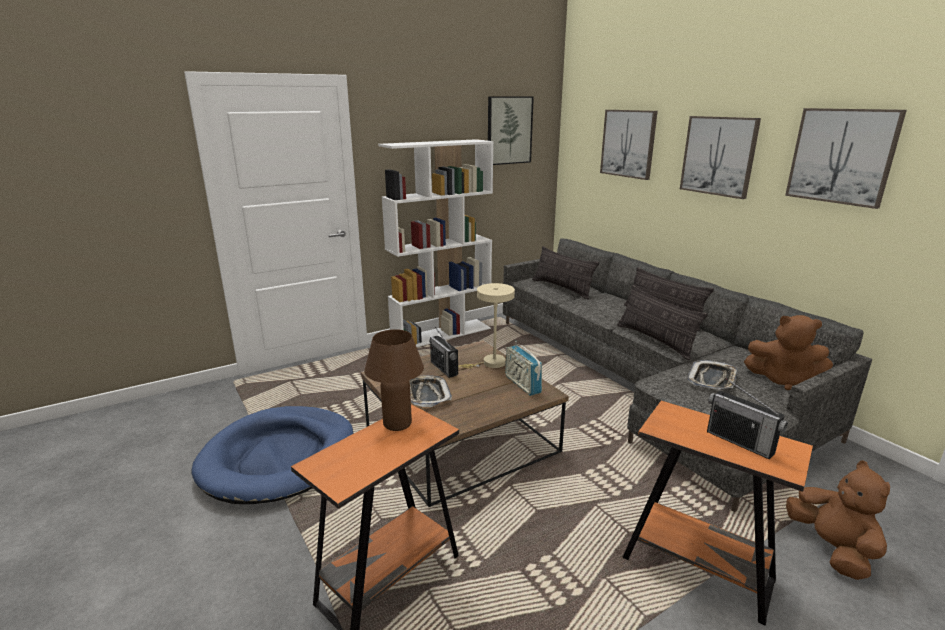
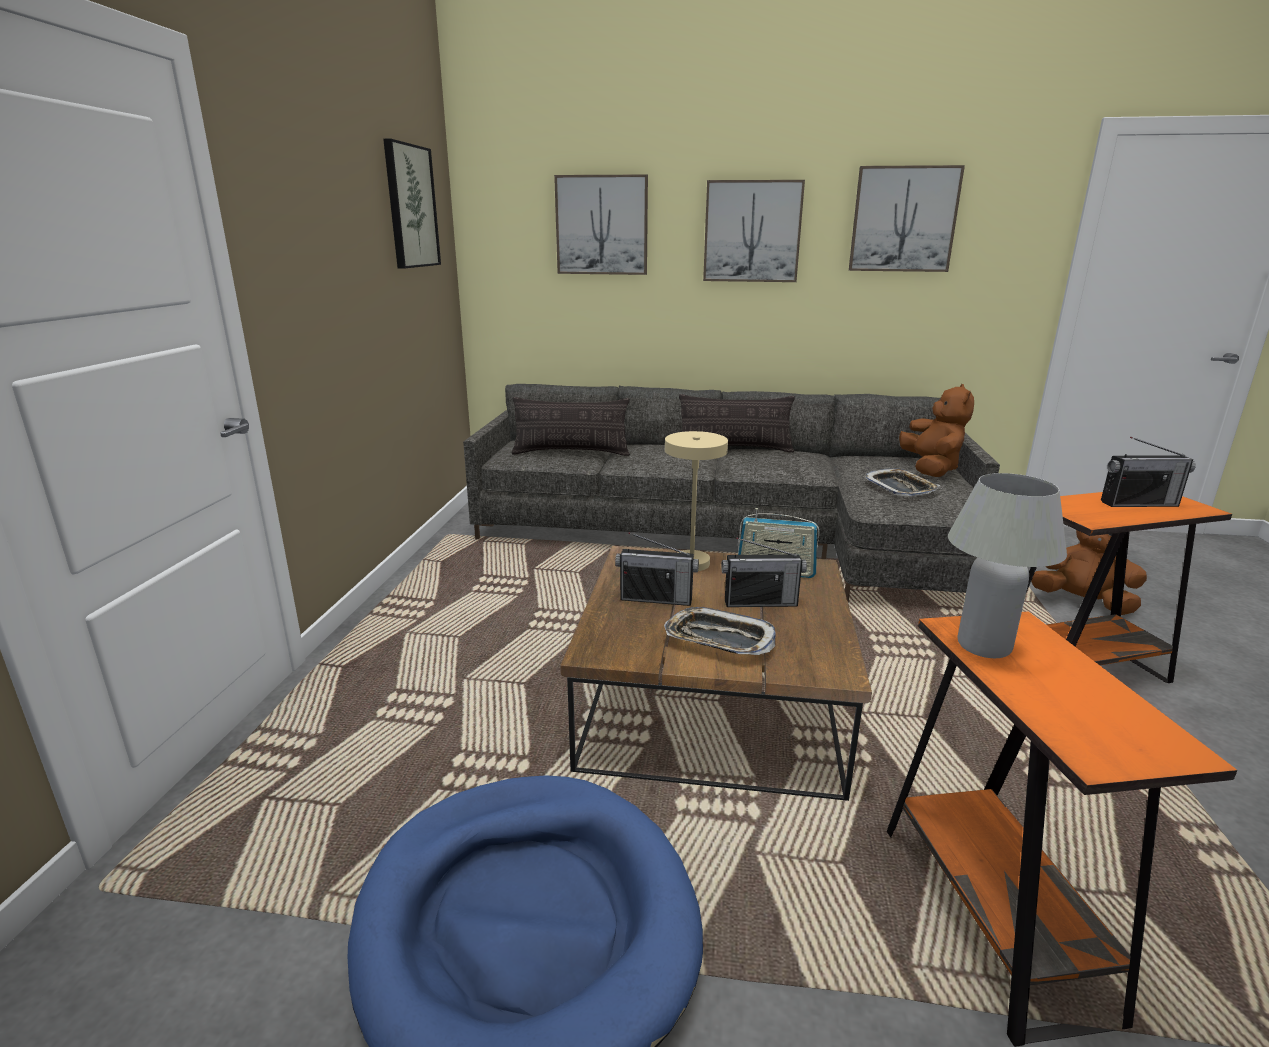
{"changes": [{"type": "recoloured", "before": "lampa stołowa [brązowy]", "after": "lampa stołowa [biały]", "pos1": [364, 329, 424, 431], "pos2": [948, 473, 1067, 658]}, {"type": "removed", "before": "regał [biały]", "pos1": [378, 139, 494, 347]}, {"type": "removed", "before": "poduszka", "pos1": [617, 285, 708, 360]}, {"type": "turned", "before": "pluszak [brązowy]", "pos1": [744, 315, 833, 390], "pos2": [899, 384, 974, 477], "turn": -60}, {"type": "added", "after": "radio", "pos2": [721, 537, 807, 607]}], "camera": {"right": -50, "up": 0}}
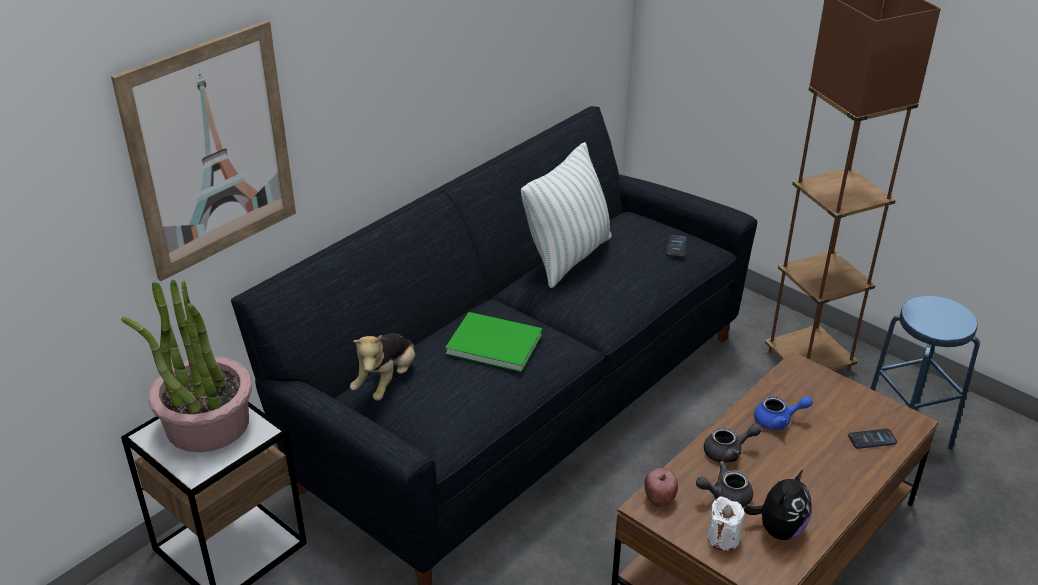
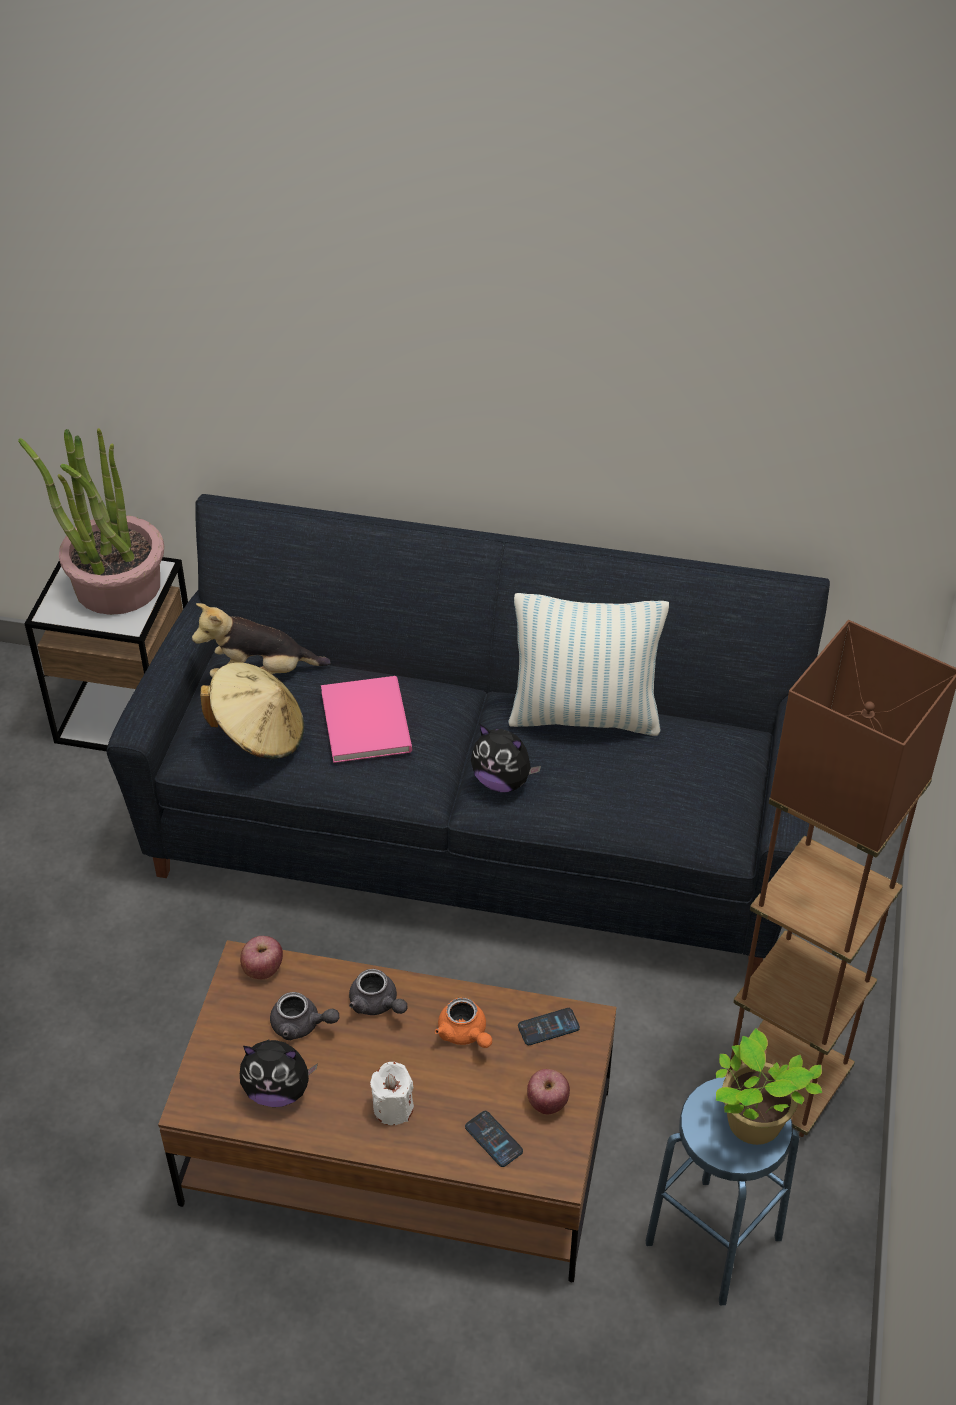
{"changes": [{"type": "removed", "before": "obraz", "pos1": [111, 20, 296, 281]}, {"type": "recoloured", "before": "książka [zielony]", "after": "książka [różowy]", "pos1": [445, 312, 543, 372], "pos2": [321, 676, 412, 763]}, {"type": "moved", "before": "telefon", "pos1": [666, 234, 687, 257], "pos2": [518, 1008, 580, 1045]}, {"type": "turned", "before": "imbryk [szary]", "pos1": [696, 461, 753, 507], "pos2": [270, 992, 339, 1040], "turn": 150}, {"type": "moved", "before": "świeca [biały]", "pos1": [707, 496, 745, 551], "pos2": [370, 1062, 414, 1125]}, {"type": "recoloured", "before": "imbryk [niebieski]", "after": "imbryk [pomarańczowy]", "pos1": [754, 396, 813, 430], "pos2": [435, 997, 492, 1048]}, {"type": "added", "after": "kapelusz [beżowy]", "pos2": [200, 662, 304, 759]}, {"type": "added", "after": "pluszak", "pos2": [471, 724, 541, 792]}, {"type": "added", "after": "jabłko", "pos2": [527, 1069, 570, 1114]}, {"type": "added", "after": "roślina doniczkowa", "pos2": [716, 1028, 822, 1145]}], "camera": {"right": 60, "up": 10}}
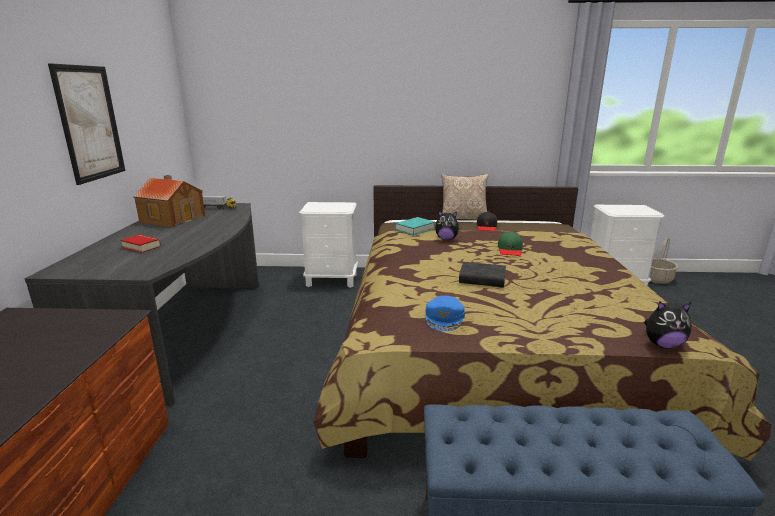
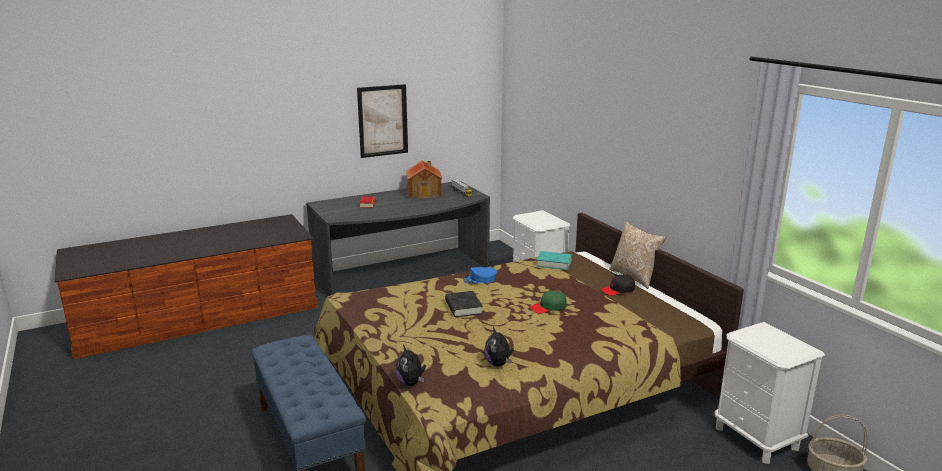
{"changes": [{"type": "moved", "before": "czapka z daszkiem [niebieski]", "pos1": [425, 296, 465, 331], "pos2": [463, 267, 497, 284]}, {"type": "moved", "before": "pluszak", "pos1": [435, 211, 461, 240], "pos2": [484, 327, 514, 366]}], "camera": {"right": 60, "up": 0}}
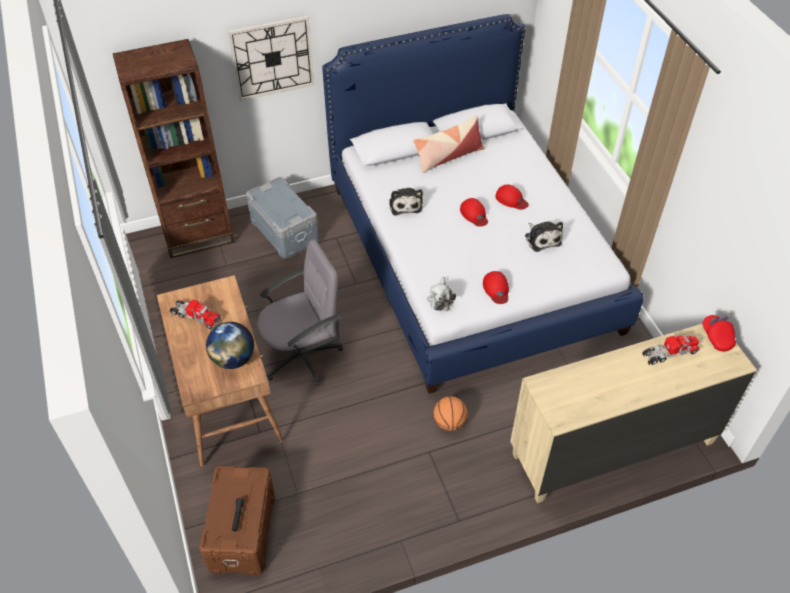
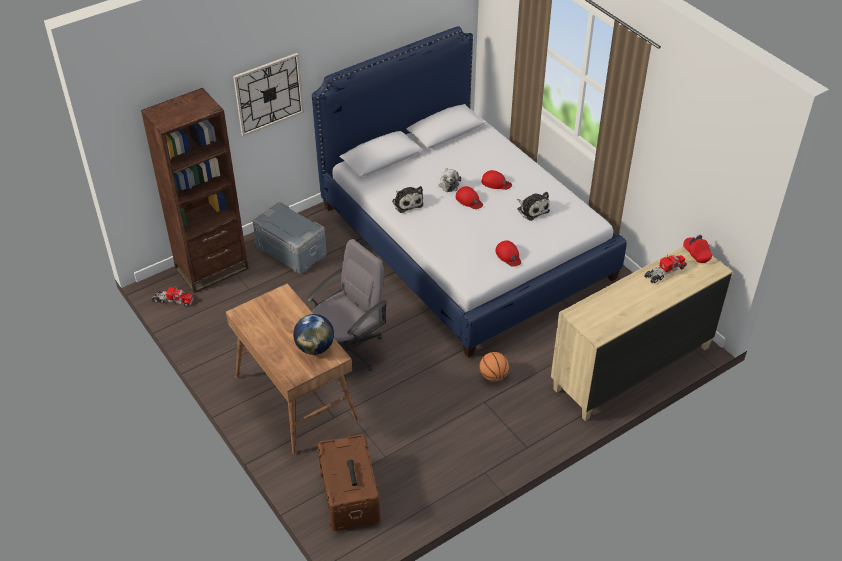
{"changes": [{"type": "moved", "before": "ciężarówka zabawkowa", "pos1": [170, 299, 221, 329], "pos2": [152, 287, 194, 307]}, {"type": "removed", "before": "poduszka", "pos1": [413, 115, 485, 173]}, {"type": "moved", "before": "pluszak", "pos1": [427, 277, 456, 311], "pos2": [438, 168, 461, 192]}], "camera": {"right": -15, "up": -5}}
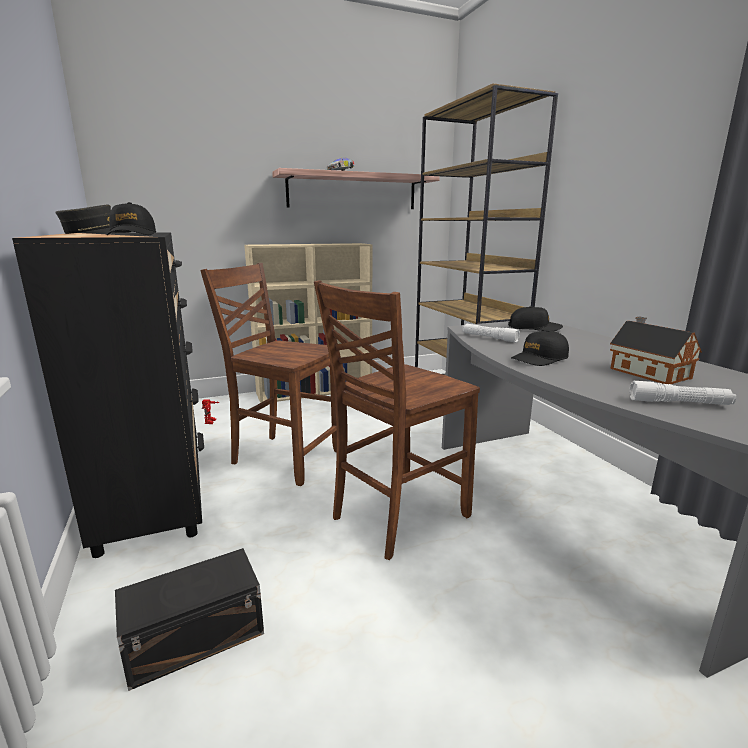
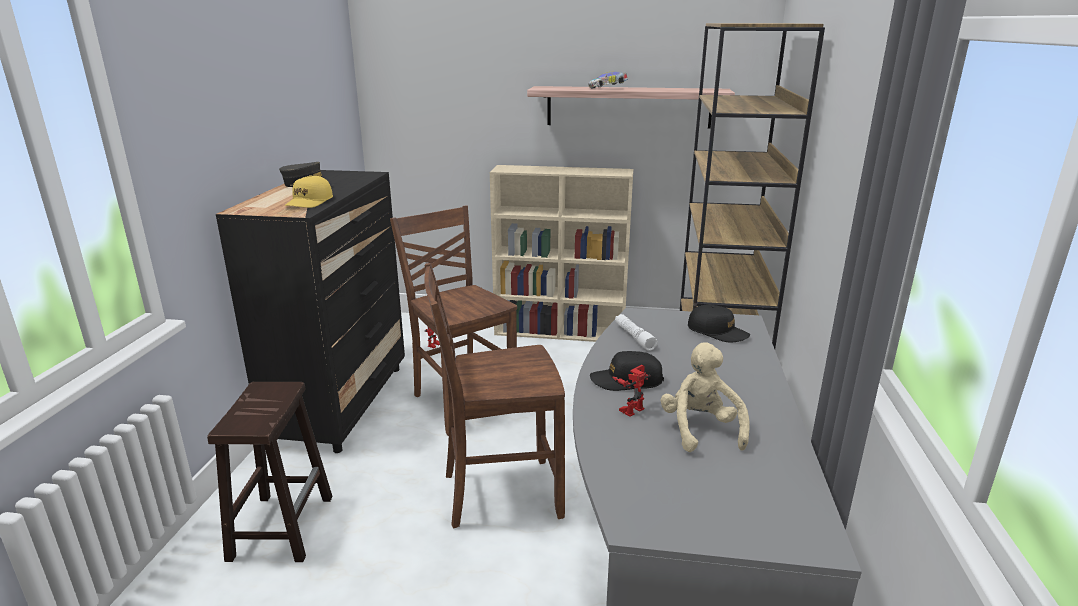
{"changes": [{"type": "recoloured", "before": "czapka z daszkiem [czarny]", "after": "czapka z daszkiem [żółty]", "pos1": [107, 202, 157, 236], "pos2": [285, 175, 333, 208]}, {"type": "replaced", "before": "pojemnik do przechowywania [czarny]", "after": "stołek [brązowy]", "pos1": [115, 548, 264, 691], "pos2": [207, 382, 332, 562]}, {"type": "replaced", "before": "domek", "after": "pluszak [beżowy]", "pos1": [610, 317, 702, 384], "pos2": [660, 342, 750, 452]}, {"type": "removed", "before": "latarka [biały]", "pos1": [629, 381, 736, 405]}, {"type": "added", "after": "robot zabawkowy", "pos2": [612, 365, 651, 417]}], "camera": {"right": 30, "up": 5}}
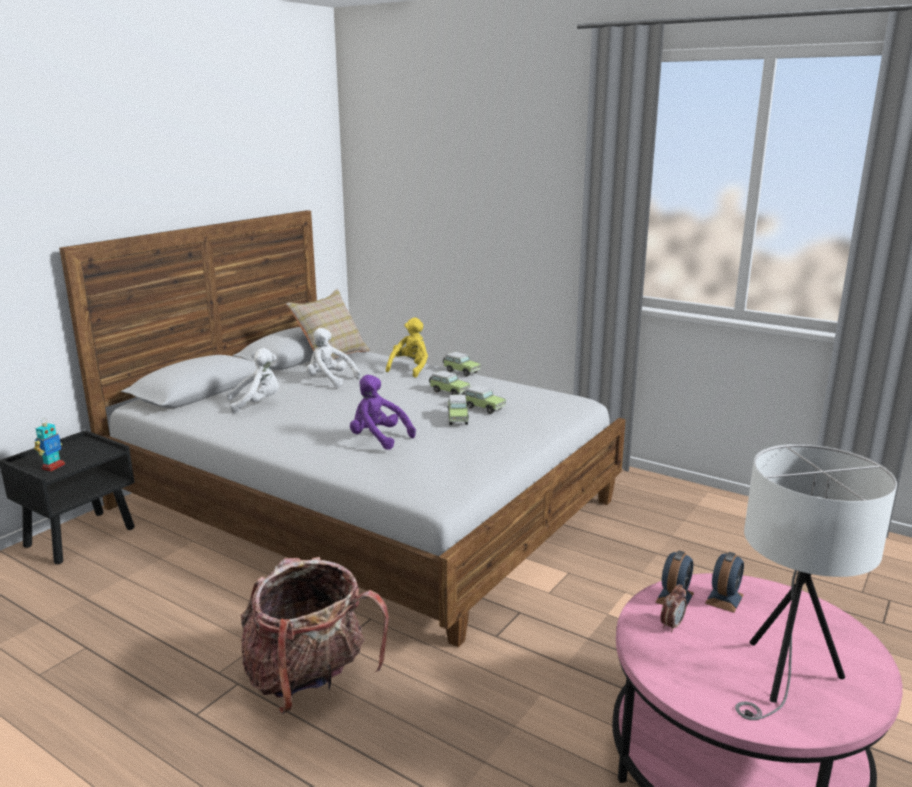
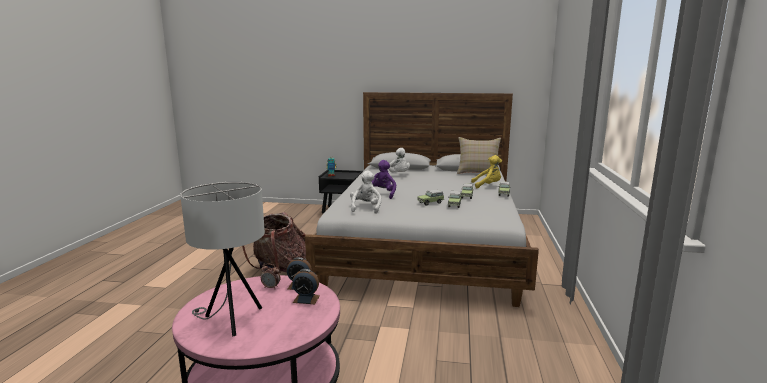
{"changes": [{"type": "moved", "before": "pluszak [biały]", "pos1": [306, 328, 361, 387], "pos2": [350, 171, 382, 214]}], "camera": {"right": 65, "up": -5}}
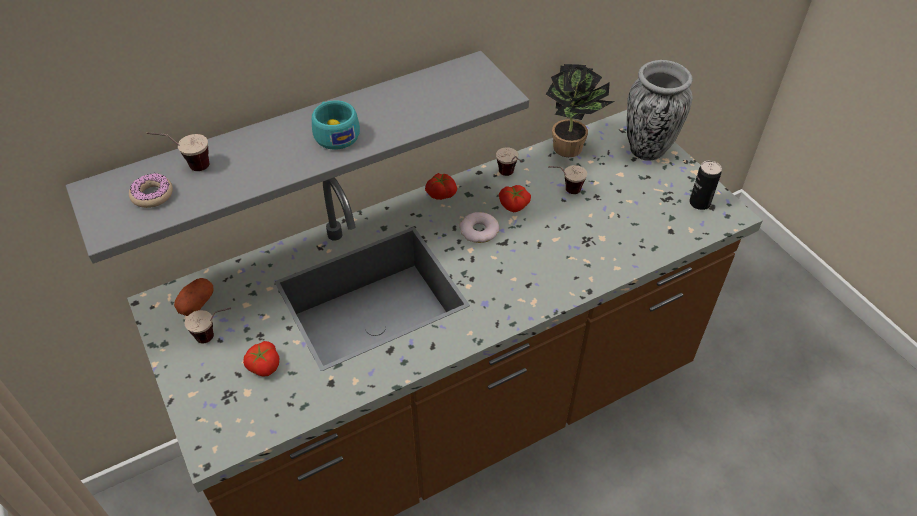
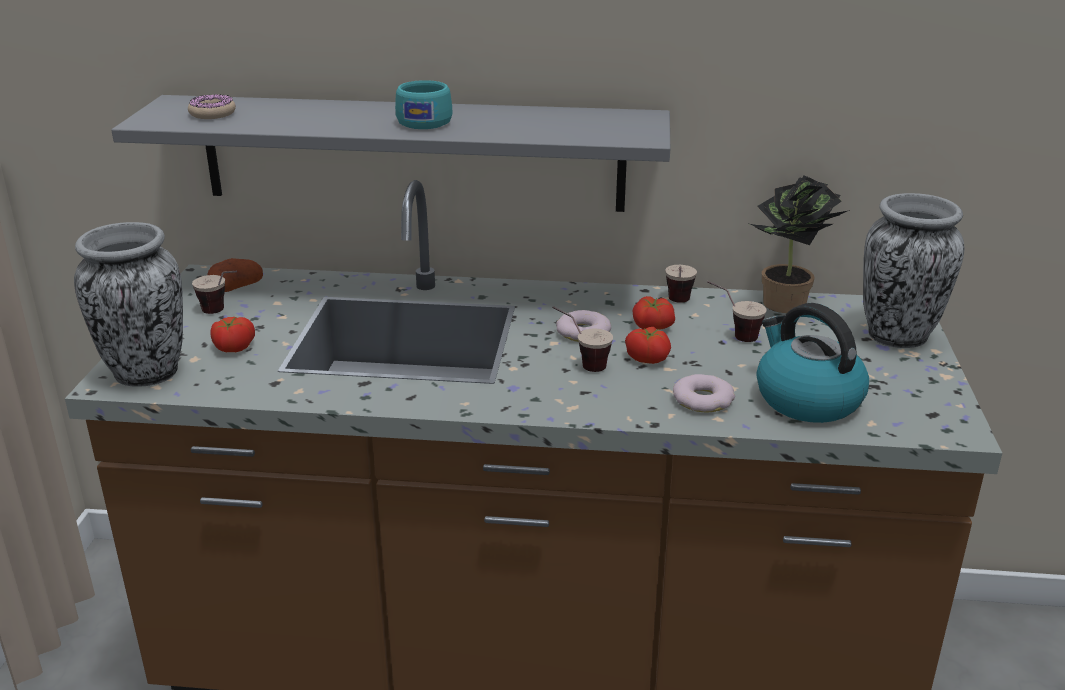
{"changes": [{"type": "moved", "before": "filiżanka", "pos1": [146, 132, 210, 171], "pos2": [552, 306, 613, 372]}, {"type": "moved", "before": "pomidor", "pos1": [425, 173, 457, 200], "pos2": [625, 327, 671, 364]}, {"type": "removed", "before": "puszka", "pos1": [689, 161, 722, 210]}, {"type": "added", "after": "wazon", "pos2": [74, 222, 183, 387]}, {"type": "added", "after": "donut", "pos2": [673, 374, 735, 413]}, {"type": "added", "after": "czajnik", "pos2": [757, 303, 869, 423]}], "camera": {"right": 35, "up": -20}}
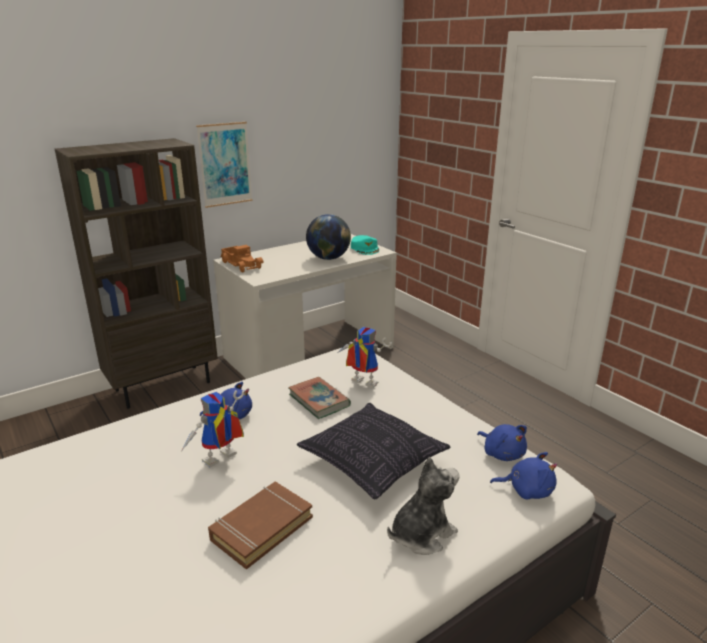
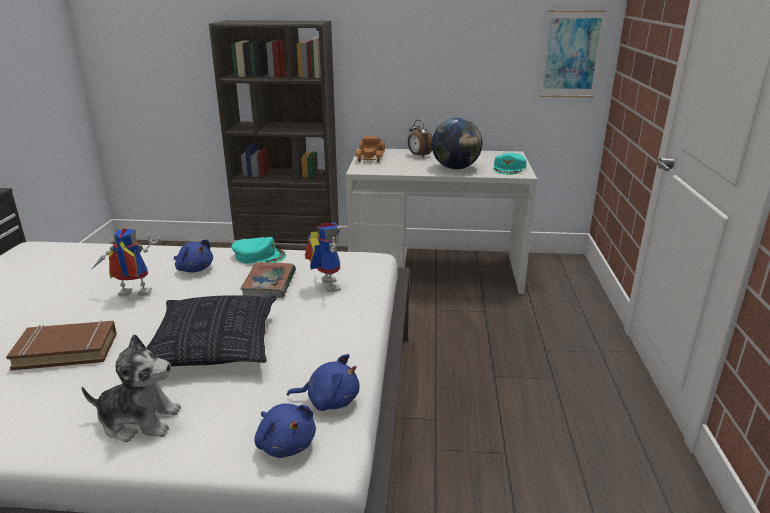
{"changes": [{"type": "moved", "before": "obraz", "pos1": [196, 122, 253, 208], "pos2": [539, 10, 606, 98]}, {"type": "turned", "before": "pluszak [niebieski]", "pos1": [477, 424, 527, 461], "pos2": [287, 354, 360, 411], "turn": -90}, {"type": "added", "after": "czapka z daszkiem [turkusowy]", "pos2": [231, 237, 286, 263]}, {"type": "added", "after": "budzik", "pos2": [408, 120, 432, 158]}], "camera": {"right": 40, "up": 0}}
